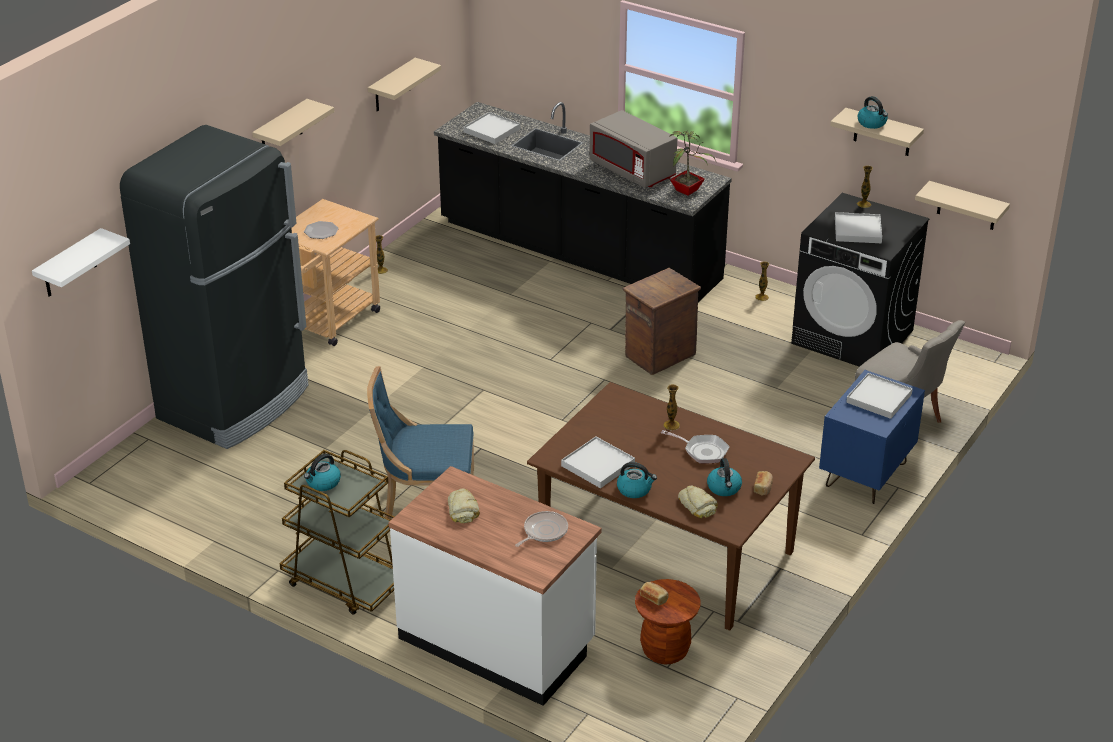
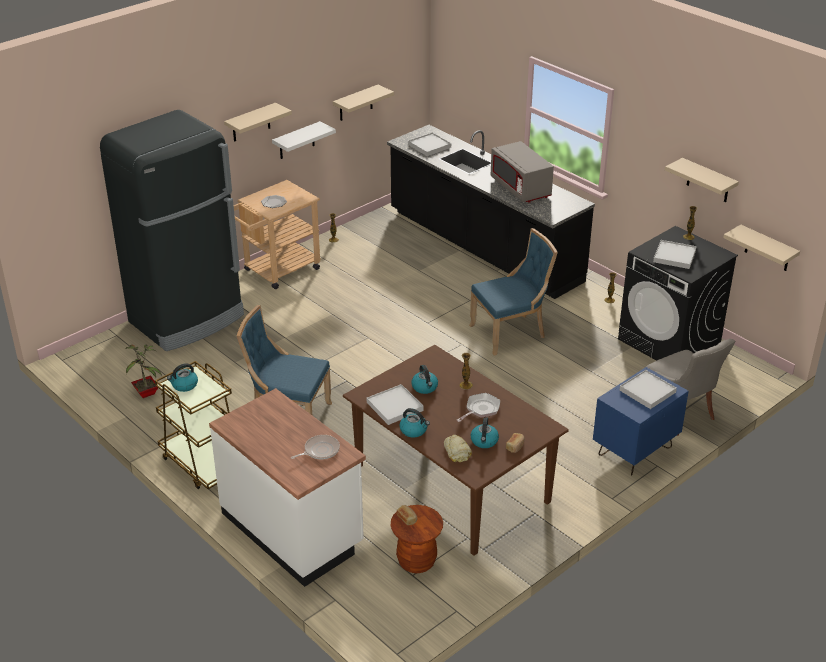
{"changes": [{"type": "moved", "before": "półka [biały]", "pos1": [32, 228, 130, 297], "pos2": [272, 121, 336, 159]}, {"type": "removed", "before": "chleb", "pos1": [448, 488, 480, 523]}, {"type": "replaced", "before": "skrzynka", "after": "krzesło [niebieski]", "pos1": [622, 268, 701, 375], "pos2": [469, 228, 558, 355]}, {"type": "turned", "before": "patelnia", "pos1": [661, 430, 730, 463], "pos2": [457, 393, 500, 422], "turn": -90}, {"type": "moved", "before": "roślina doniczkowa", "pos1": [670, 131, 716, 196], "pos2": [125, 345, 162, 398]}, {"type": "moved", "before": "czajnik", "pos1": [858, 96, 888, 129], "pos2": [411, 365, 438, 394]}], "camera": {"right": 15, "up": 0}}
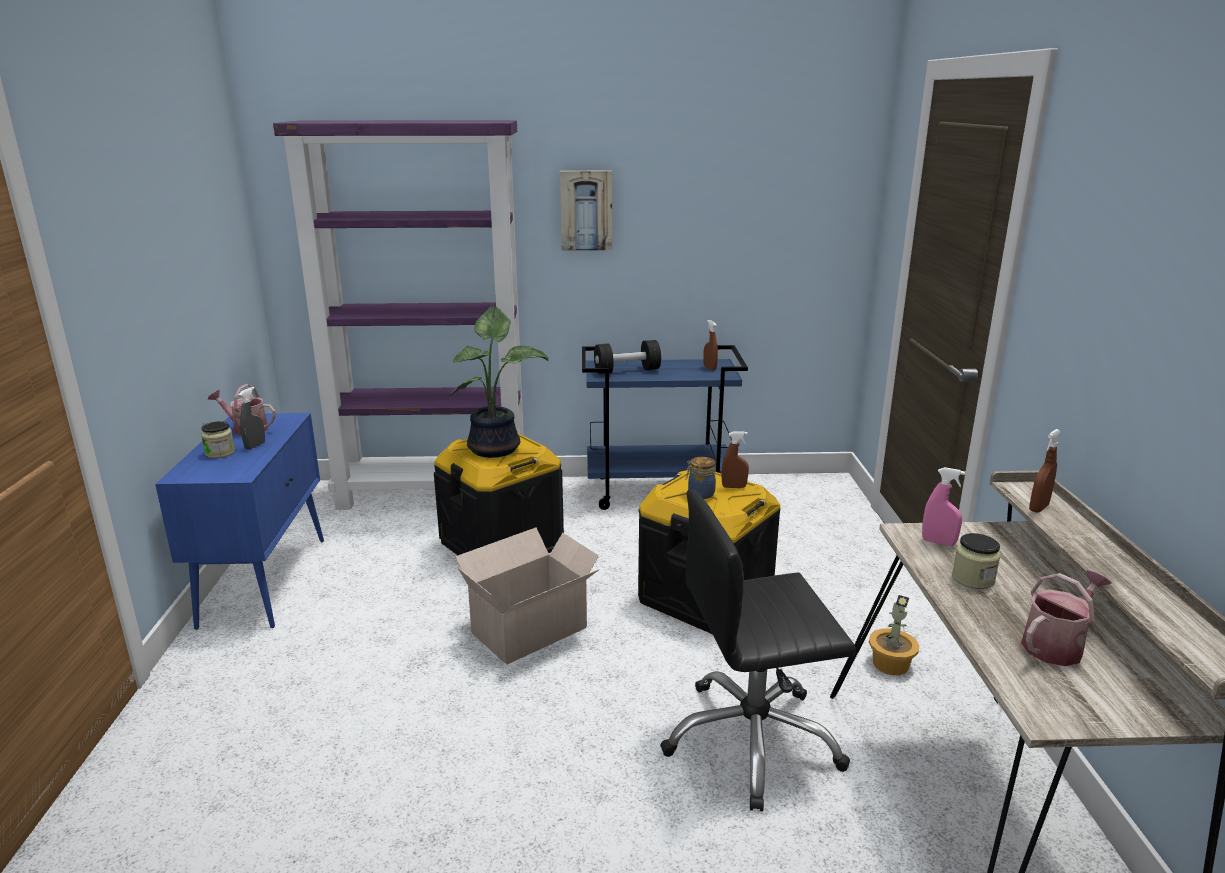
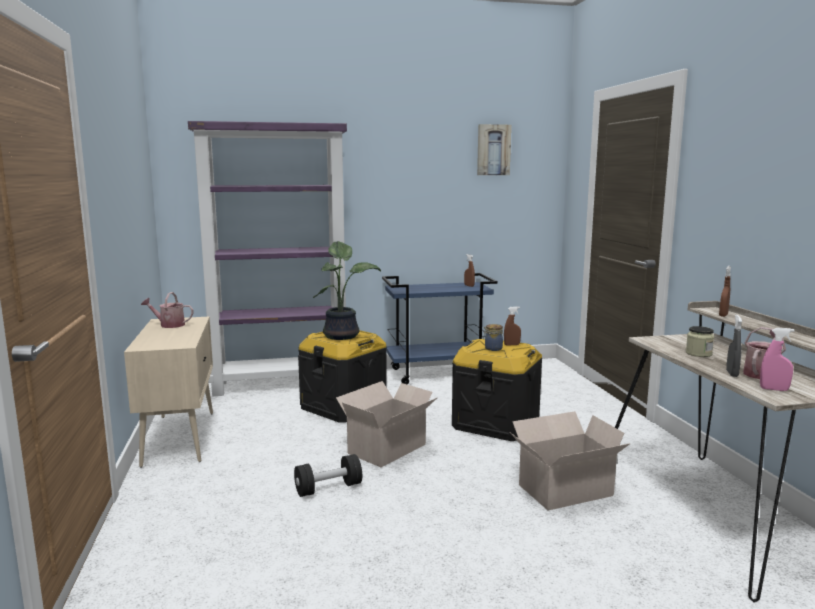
{"changes": [{"type": "recoloured", "before": "szafka [niebieski]", "after": "szafka [beżowy]", "pos1": [155, 413, 324, 630], "pos2": [124, 317, 213, 468]}, {"type": "removed", "before": "słoik", "pos1": [201, 421, 235, 458]}, {"type": "moved", "before": "spryskiwacz [szary]", "pos1": [239, 387, 265, 450], "pos2": [726, 315, 742, 377]}, {"type": "moved", "before": "obraz", "pos1": [560, 171, 612, 251], "pos2": [477, 124, 511, 175]}, {"type": "moved", "before": "hantel [czarny]", "pos1": [594, 340, 661, 374], "pos2": [294, 454, 362, 497]}, {"type": "replaced", "before": "krzesło biurowe [czarny]", "after": "karton", "pos1": [660, 490, 856, 812], "pos2": [510, 411, 631, 511]}, {"type": "removed", "before": "roślina doniczkowa", "pos1": [869, 595, 919, 675]}, {"type": "moved", "before": "spryskiwacz [różowy]", "pos1": [922, 467, 965, 546], "pos2": [760, 328, 795, 391]}], "camera": {"right": -10, "up": -10}}
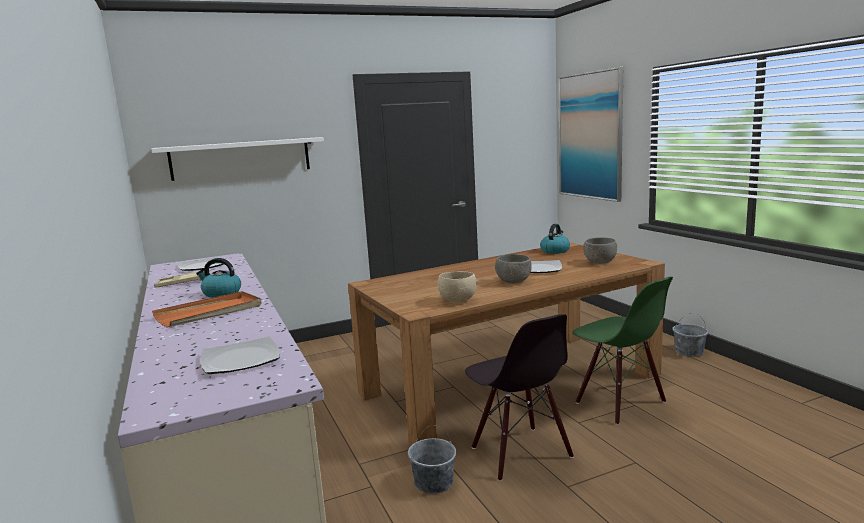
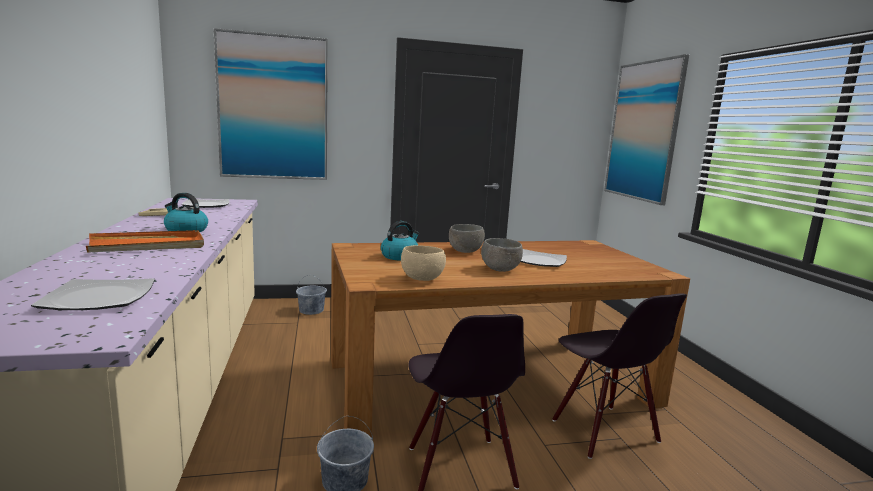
{"changes": [{"type": "replaced", "before": "półka [biały]", "after": "obraz", "pos1": [151, 137, 324, 181], "pos2": [213, 28, 328, 180]}, {"type": "moved", "before": "czajnik", "pos1": [540, 224, 570, 254], "pos2": [381, 221, 419, 260]}, {"type": "recoloured", "before": "krzesło [zielony]", "after": "krzesło [czarny]", "pos1": [572, 277, 673, 425], "pos2": [552, 293, 687, 459]}, {"type": "moved", "before": "miska [szary]", "pos1": [583, 237, 617, 264], "pos2": [449, 224, 485, 253]}, {"type": "moved", "before": "wiadro [szary]", "pos1": [672, 313, 708, 357], "pos2": [296, 275, 327, 315]}], "camera": {"right": 10, "up": 0}}
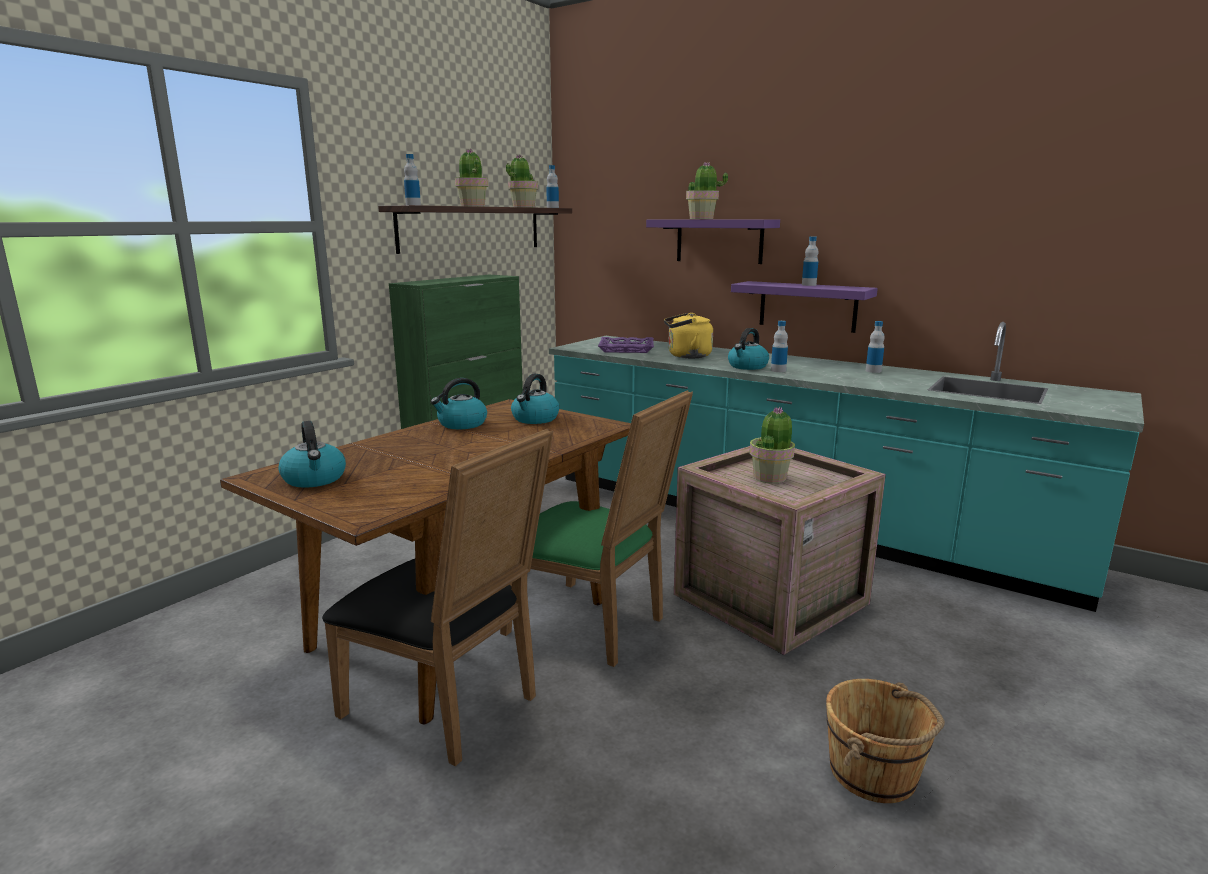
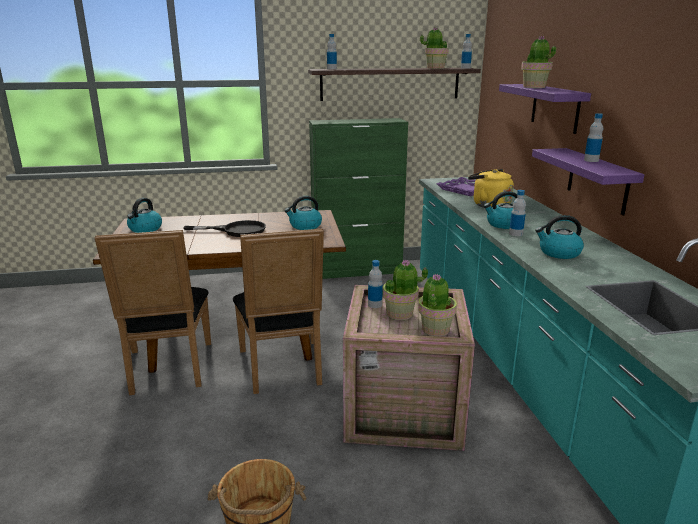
{"changes": [{"type": "moved", "before": "czajnik", "pos1": [431, 378, 487, 429], "pos2": [535, 215, 584, 259]}, {"type": "moved", "before": "roślina doniczkowa", "pos1": [455, 149, 488, 207], "pos2": [418, 273, 457, 336]}, {"type": "recoloured", "before": "krzesło [zielony]", "after": "krzesło [czarny]", "pos1": [500, 390, 693, 667], "pos2": [233, 229, 324, 394]}, {"type": "moved", "before": "butelka", "pos1": [866, 321, 885, 373], "pos2": [368, 260, 383, 308]}, {"type": "added", "after": "patelnia [czarny]", "pos2": [183, 220, 266, 237]}], "camera": {"right": 45, "up": 5}}
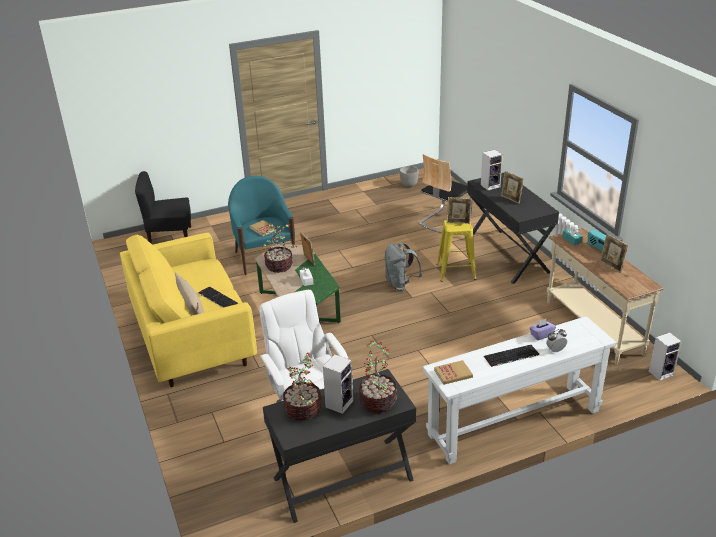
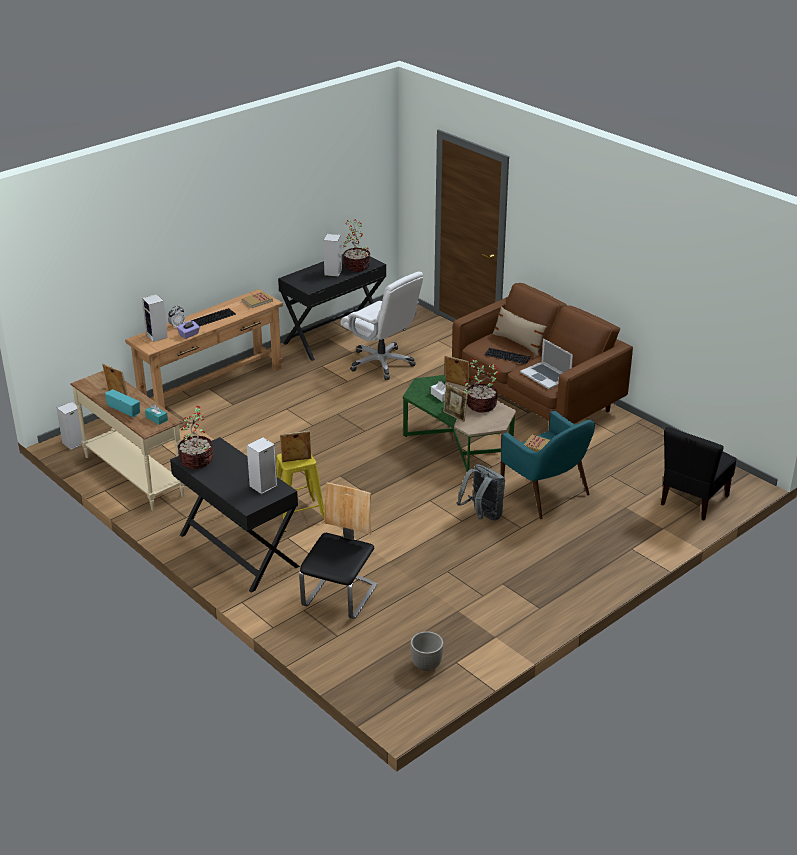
{"changes": [{"type": "recoloured", "before": "kanapa [żółty]", "after": "kanapa [brązowy]", "pos1": [120, 233, 257, 387], "pos2": [452, 283, 633, 424]}, {"type": "turned", "before": "krzesło [czarny]", "pos1": [135, 171, 191, 244], "pos2": [661, 427, 737, 521], "turn": 150}, {"type": "moved", "before": "roślina doniczkowa", "pos1": [359, 341, 397, 413], "pos2": [178, 406, 213, 469]}, {"type": "moved", "before": "plecak [szary]", "pos1": [385, 242, 422, 291], "pos2": [457, 464, 505, 521]}, {"type": "recoloured", "before": "stolik konsolowy [biały]", "after": "stolik konsolowy [brązowy]", "pos1": [423, 316, 617, 464], "pos2": [125, 289, 283, 409]}, {"type": "moved", "before": "ramka na zdjęcie", "pos1": [501, 171, 524, 204], "pos2": [445, 356, 470, 387]}, {"type": "added", "after": "głośnik", "pos2": [142, 294, 168, 342]}, {"type": "added", "after": "laptop", "pos2": [520, 338, 573, 389]}], "camera": {"right": 160, "up": 0}}
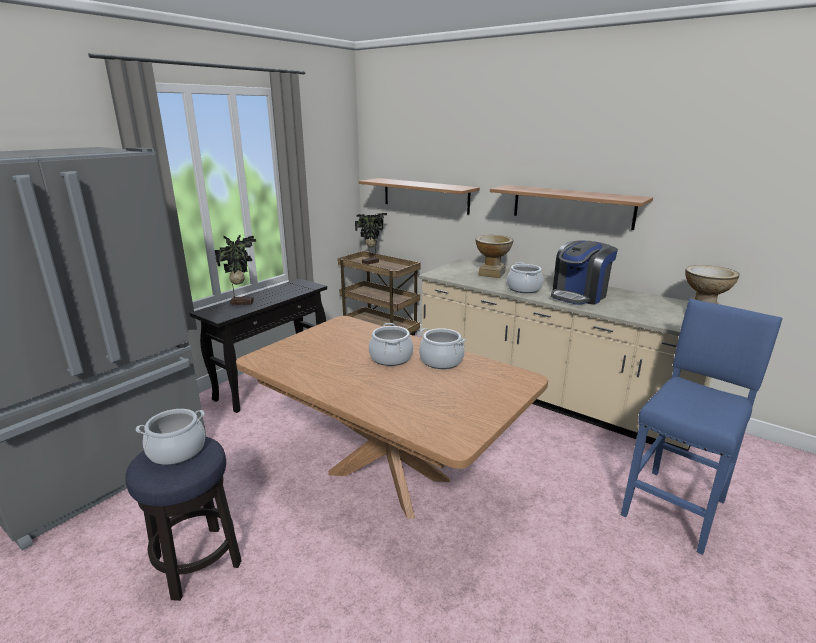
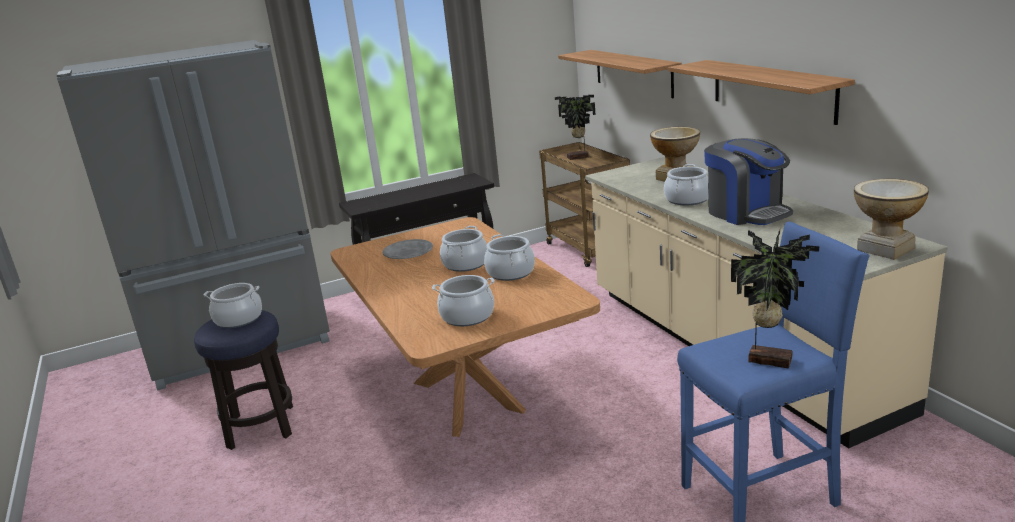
{"changes": [{"type": "moved", "before": "roślina doniczkowa", "pos1": [215, 235, 256, 305], "pos2": [731, 230, 819, 368]}, {"type": "turned", "before": "ekspres do kawy", "pos1": [551, 240, 618, 305], "pos2": [704, 138, 793, 225], "turn": -105}, {"type": "added", "after": "talerz [szary]", "pos2": [383, 239, 433, 259]}, {"type": "added", "after": "garnek", "pos2": [432, 275, 495, 326]}], "camera": {"right": 30, "up": 0}}
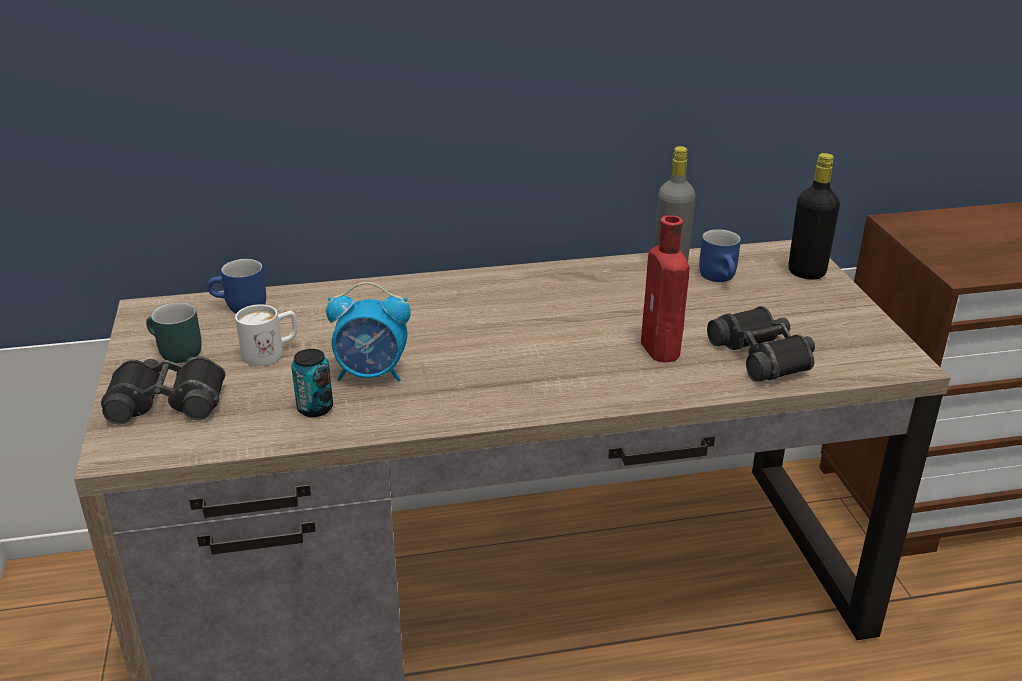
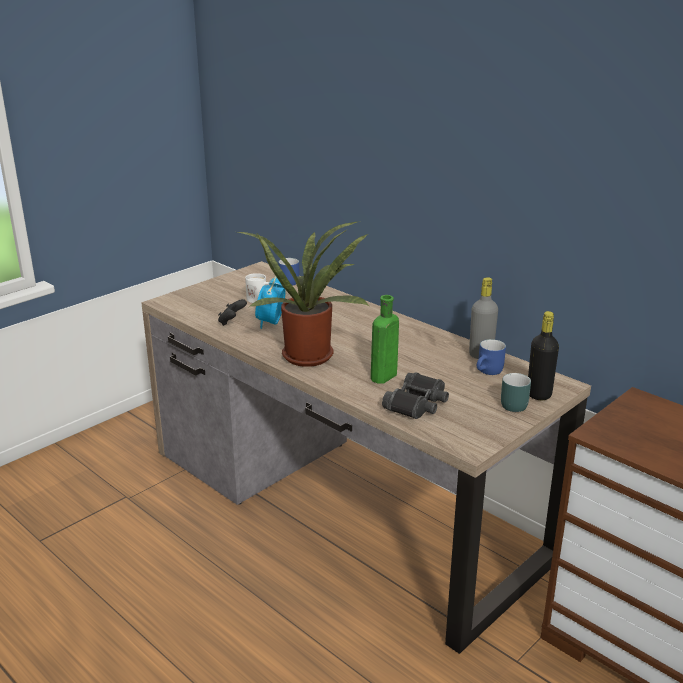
{"changes": [{"type": "removed", "before": "lornetka [czarny]", "pos1": [101, 357, 225, 425]}, {"type": "moved", "before": "kubek [turkusowy]", "pos1": [146, 302, 202, 363], "pos2": [501, 373, 531, 412]}, {"type": "replaced", "before": "puszka", "after": "pad do gier [czarny]", "pos1": [291, 349, 333, 417], "pos2": [218, 299, 247, 326]}, {"type": "turned", "before": "budzik", "pos1": [326, 282, 411, 381], "pos2": [255, 276, 286, 329], "turn": 45}, {"type": "recoloured", "before": "butelka [czerwony]", "after": "butelka [zielony]", "pos1": [641, 215, 690, 363], "pos2": [371, 295, 399, 384]}, {"type": "added", "after": "roślina doniczkowa", "pos2": [238, 222, 370, 367]}], "camera": {"right": 55, "up": -5}}
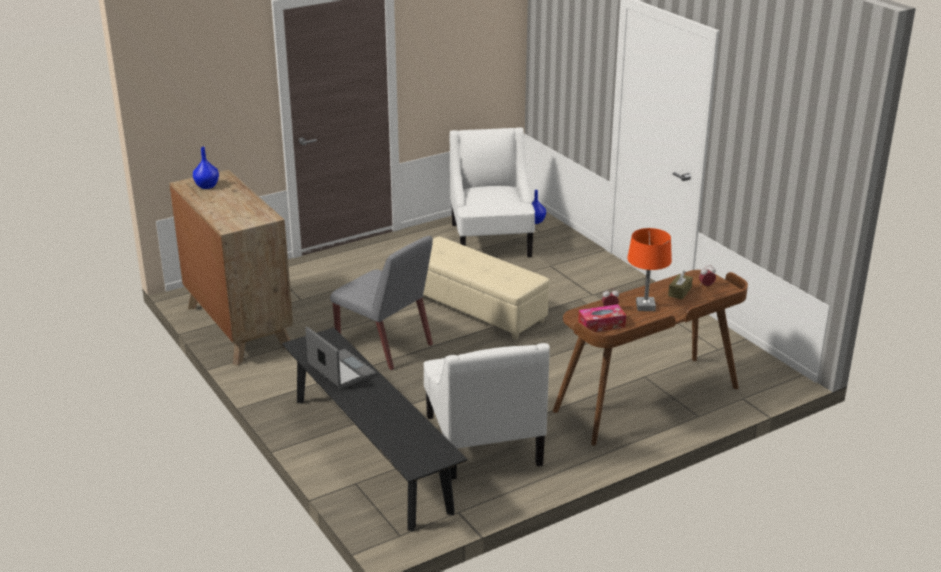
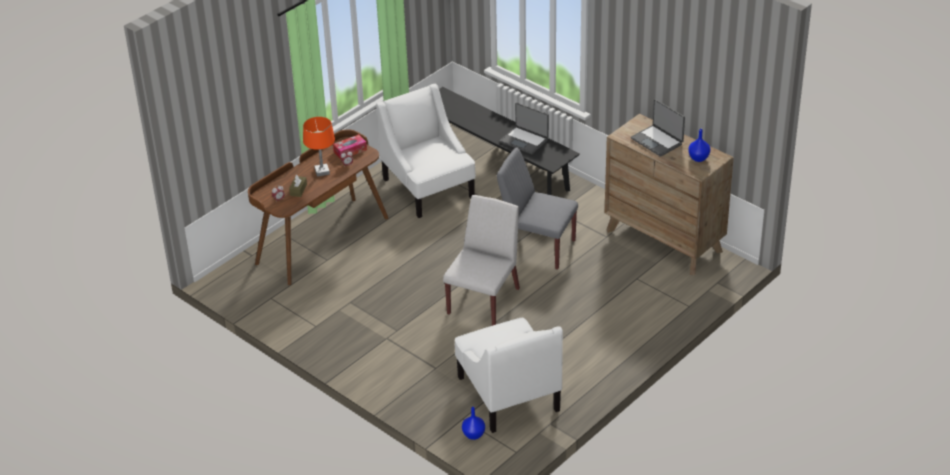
{"changes": [{"type": "replaced", "before": "pufa [beżowy]", "after": "krzesło [biały]", "pos1": [423, 237, 550, 340], "pos2": [443, 195, 520, 326]}, {"type": "added", "after": "laptop", "pos2": [631, 99, 685, 157]}], "camera": {"right": 165, "up": 10}}
